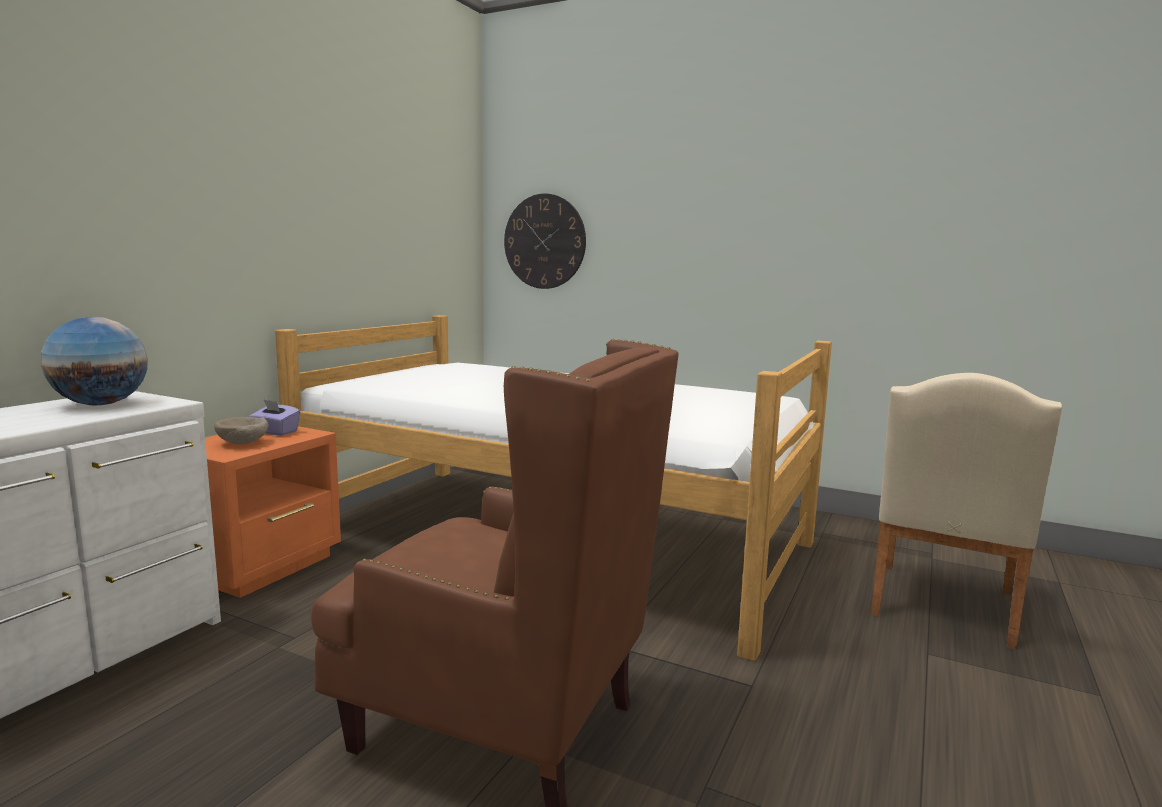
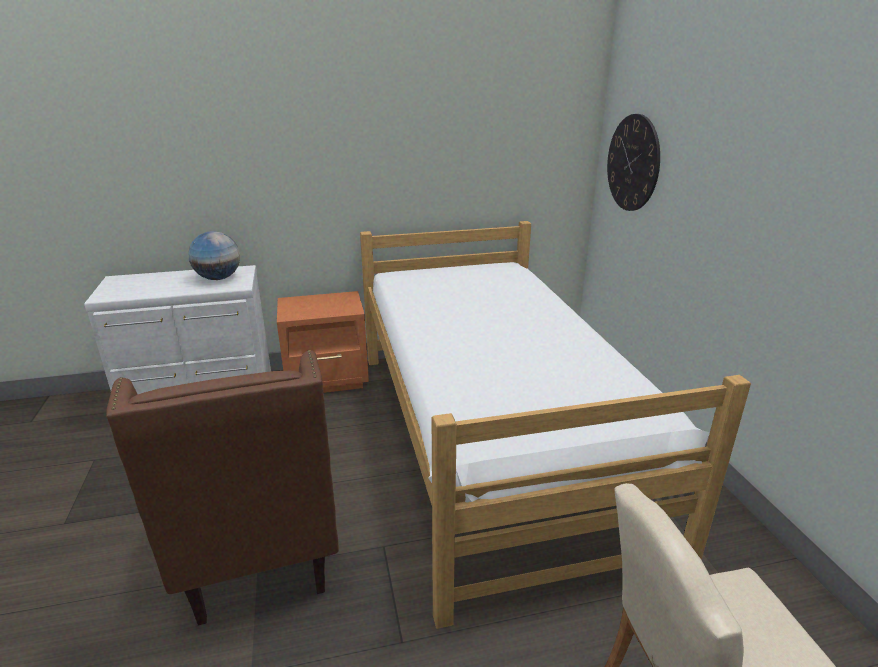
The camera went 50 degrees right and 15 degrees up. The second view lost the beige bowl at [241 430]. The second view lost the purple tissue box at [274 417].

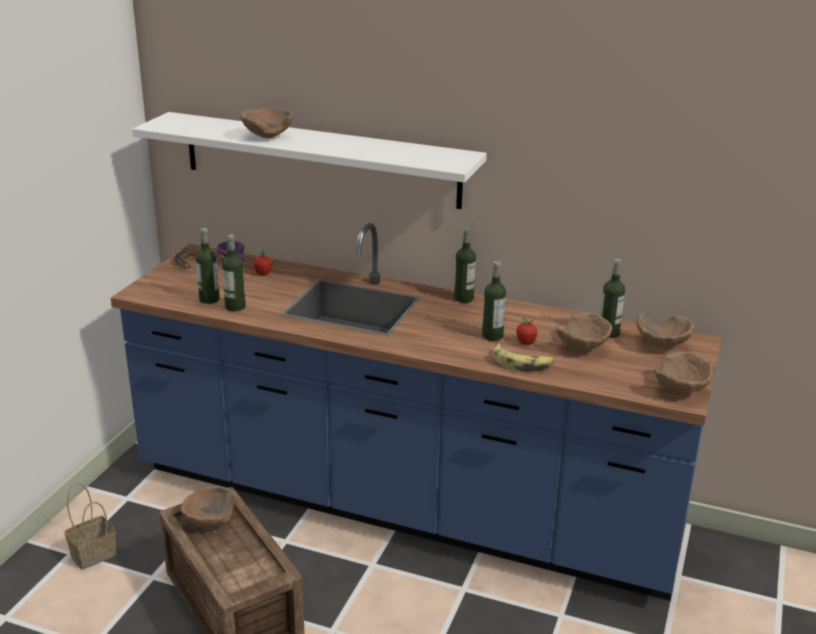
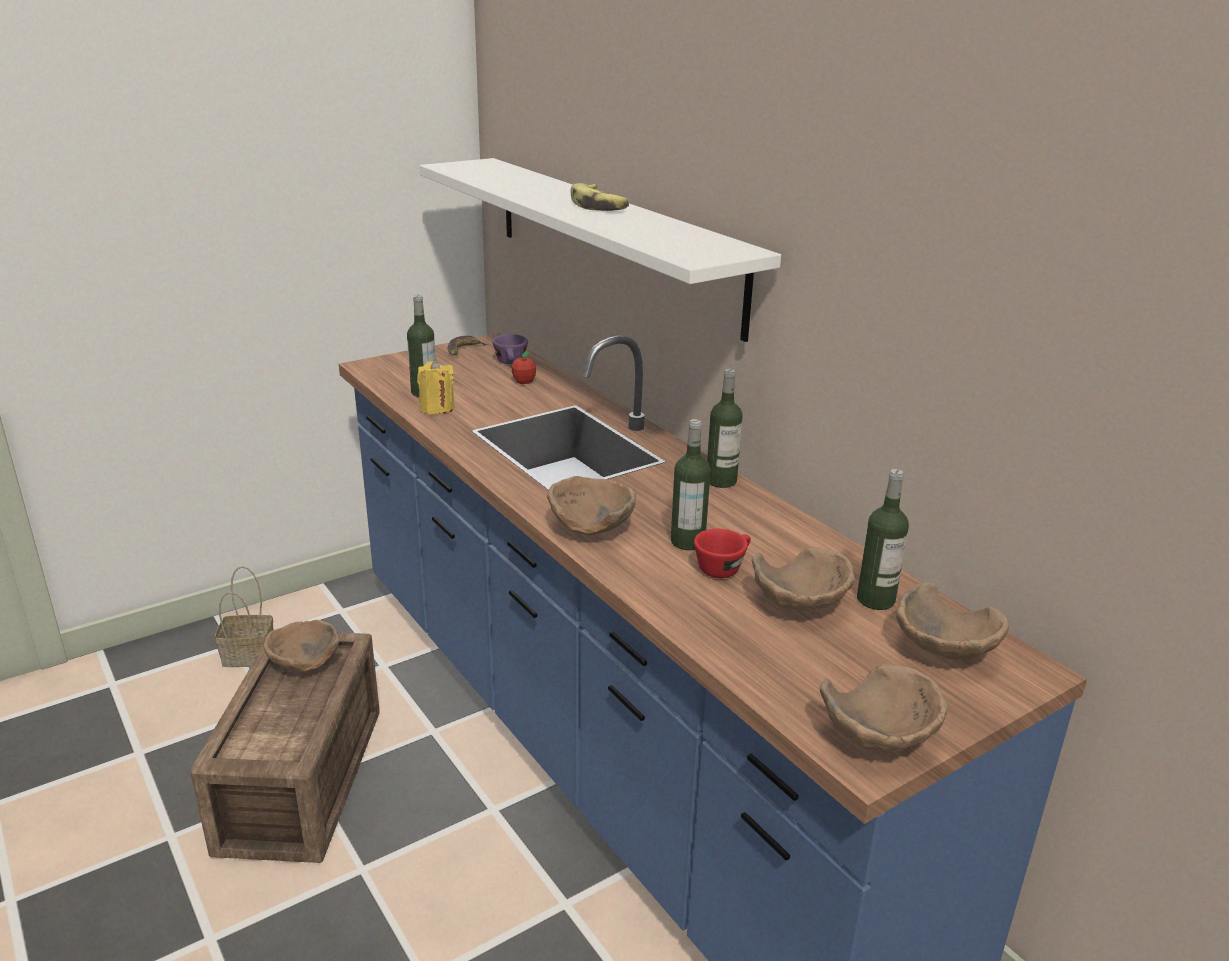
The camera went 35 degrees right and 0 degrees up. Where the bottle stood at [234 273], the yellow candle came to stand at [435 387]. The brown bowl ended up elsewhere, having gone from [266 123] to [591 505]. The banana ended up elsewhere, having gone from [523 357] to [600 197]. Where the apple stood at [527 331], the red cup came to stand at [722 553].

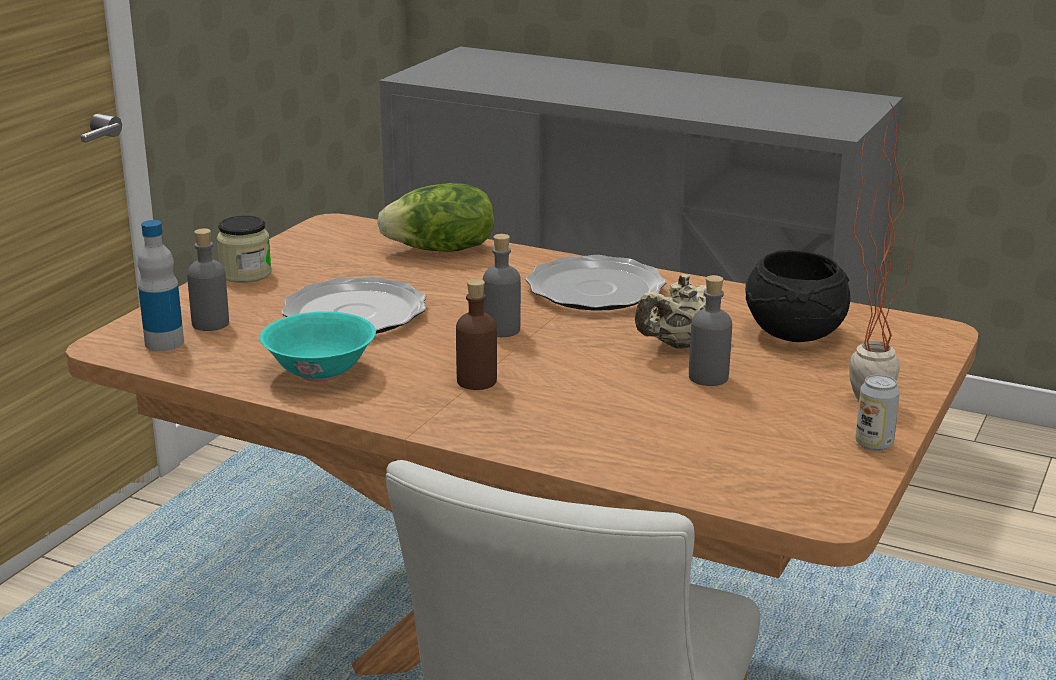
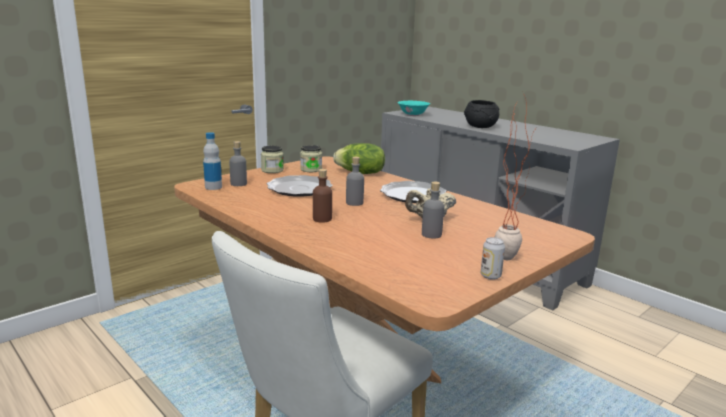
The camera went 20 degrees right and 5 degrees down. The second view gained the jar at [311 158]. The turquoise bowl ended up elsewhere, having gone from [318 346] to [413 108]. The black bowl ended up elsewhere, having gone from [797 296] to [481 114].

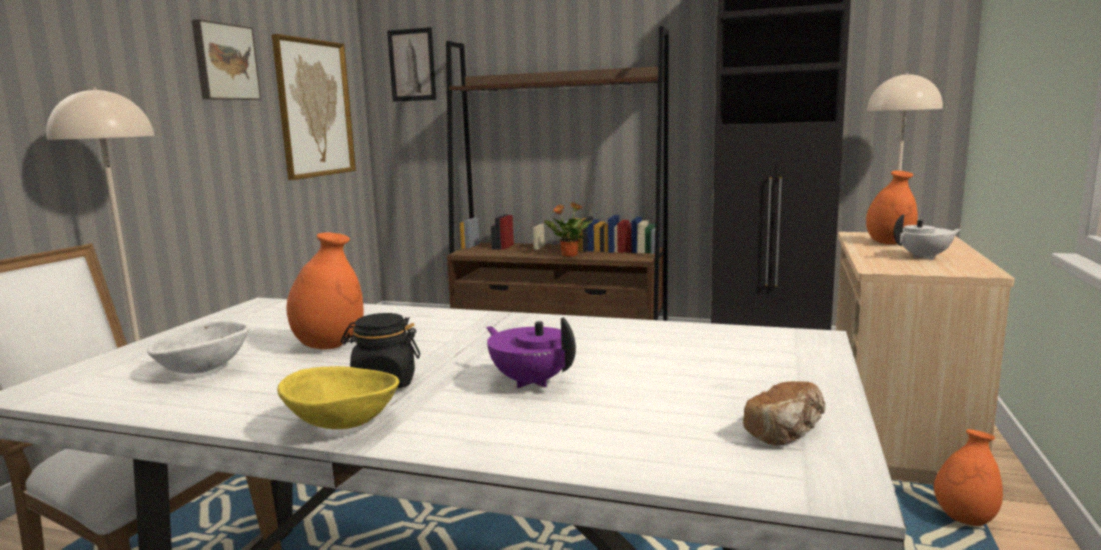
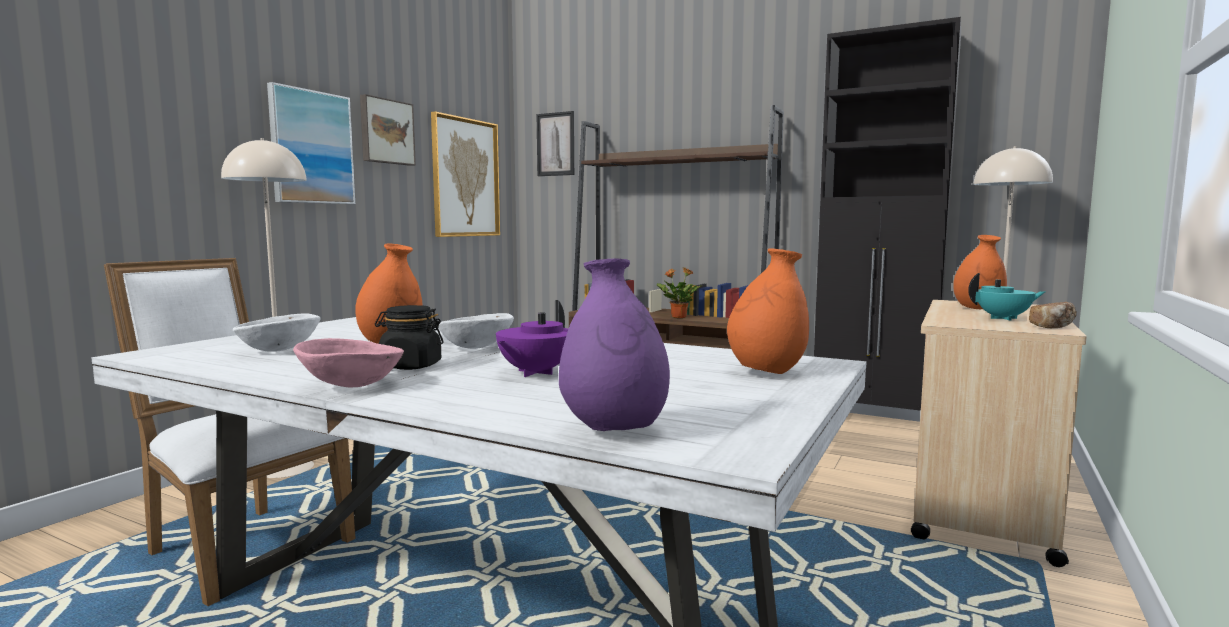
The camera went 10 degrees right and 5 degrees down. The second view gained the picture at [311 143]. What was the yellow bowl at [338 397] turned into the pink bowl at [348 362]. The second view gained the white bowl at [476 331]. The purple teapot at [531 352] ended up facing another way, 120 degrees counterclockwise from before. The second view gained the purple vase at [614 345]. The orange vase ended up elsewhere, having gone from [968 477] to [768 311]. What was the white teapot at [927 237] turned into the turquoise teapot at [1006 297]. The bread ended up elsewhere, having gone from [784 413] to [1053 315].

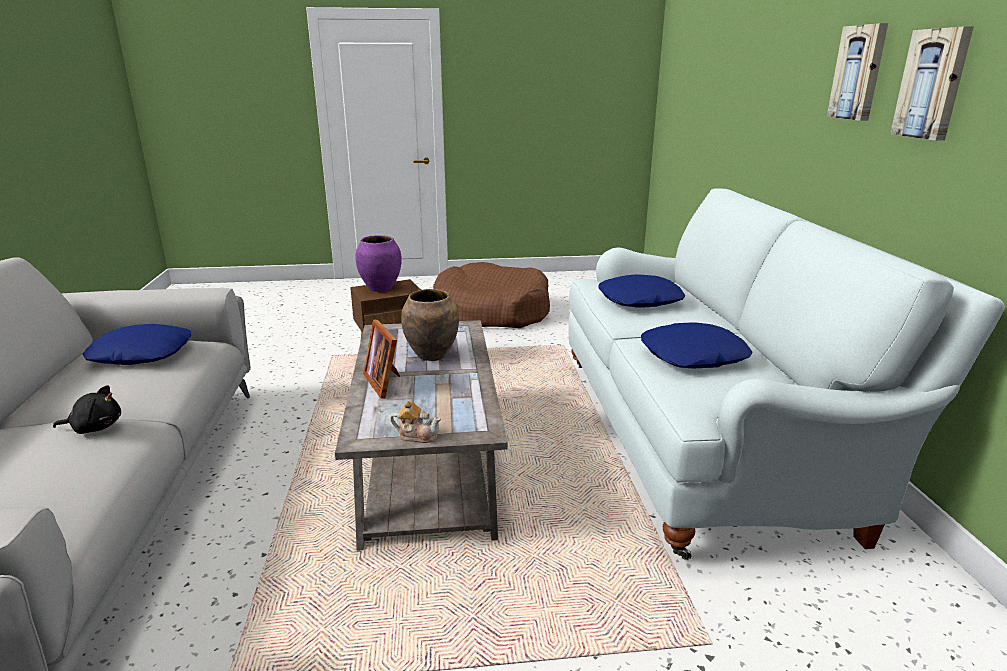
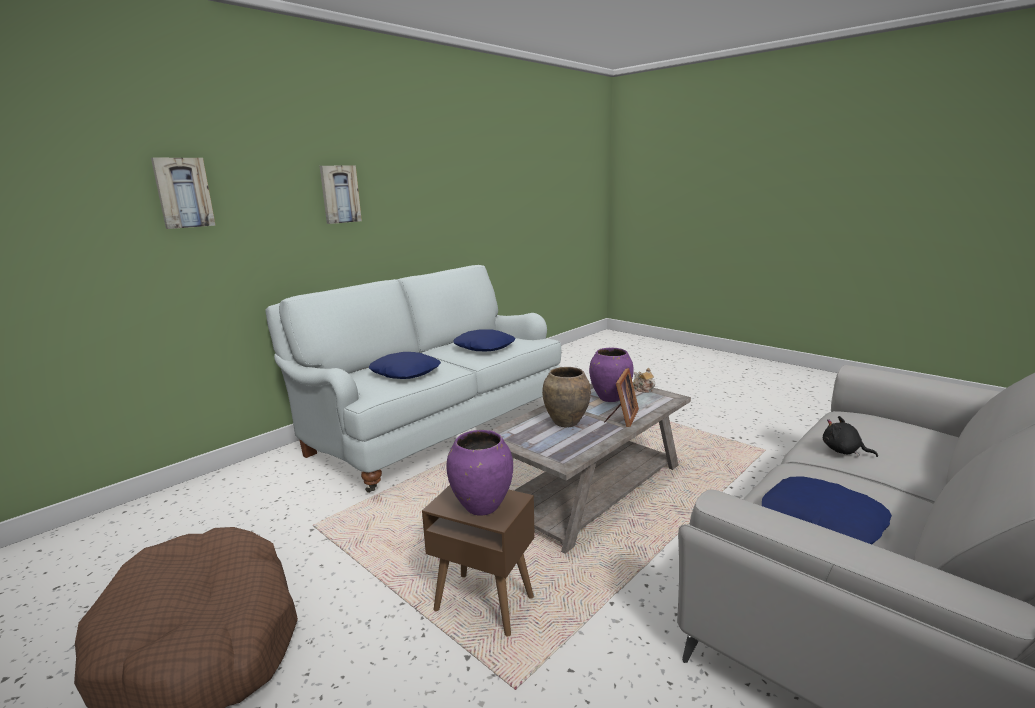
The camera went 130 degrees left and 5 degrees down. The picture ended up elsewhere, having gone from [932 83] to [183 193]. The second view gained the purple vase at [611 375].

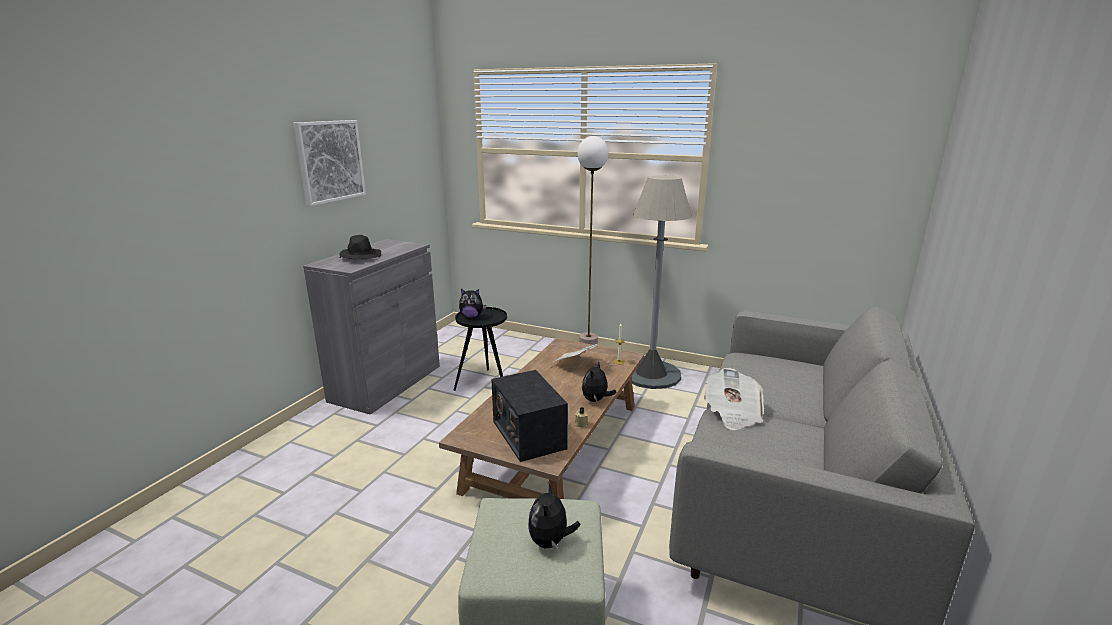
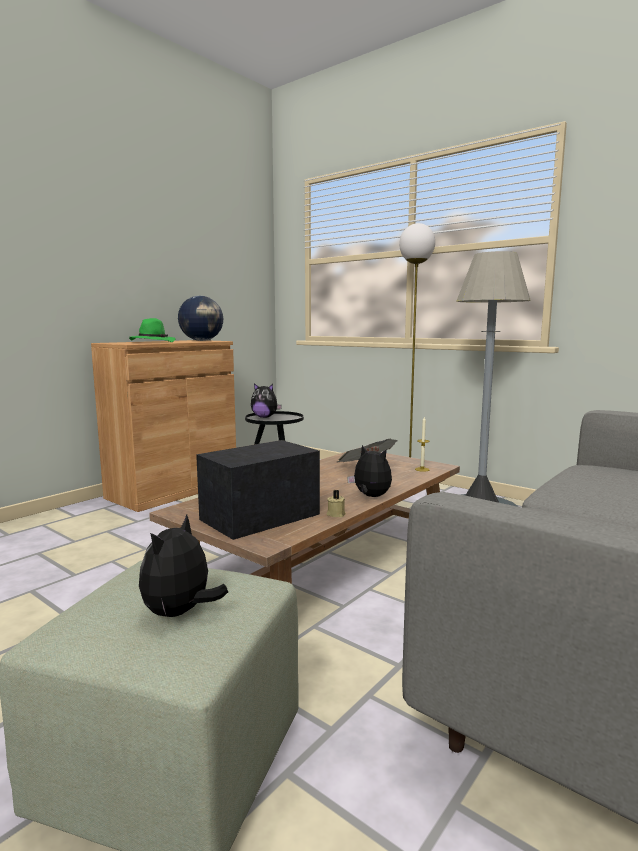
The camera went 15 degrees right and 10 degrees down. What was the grey cabinet at [371 327] turned into the brown cabinet at [163 426]. What was the black hat at [360 247] turned into the green hat at [152 330]. The second view gained the globe at [200 318]. The radio at [529 416] ended up facing another way, 60 degrees clockwise from before. The plush toy at [599 381] ended up facing another way, 90 degrees clockwise from before. The second view lost the picture at [329 163]. The second view lost the newspaper at [734 399].

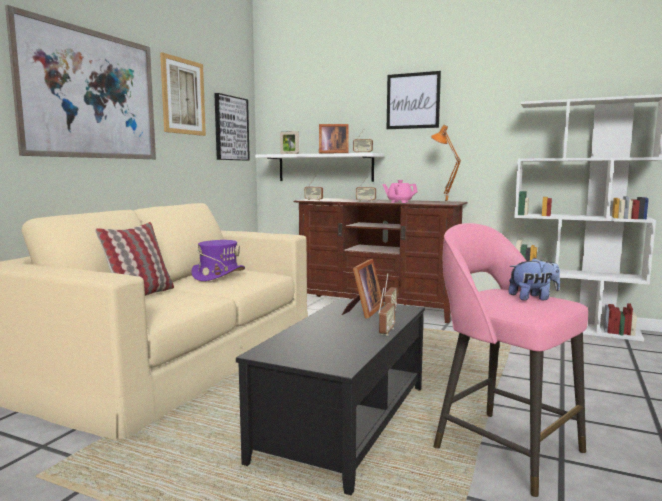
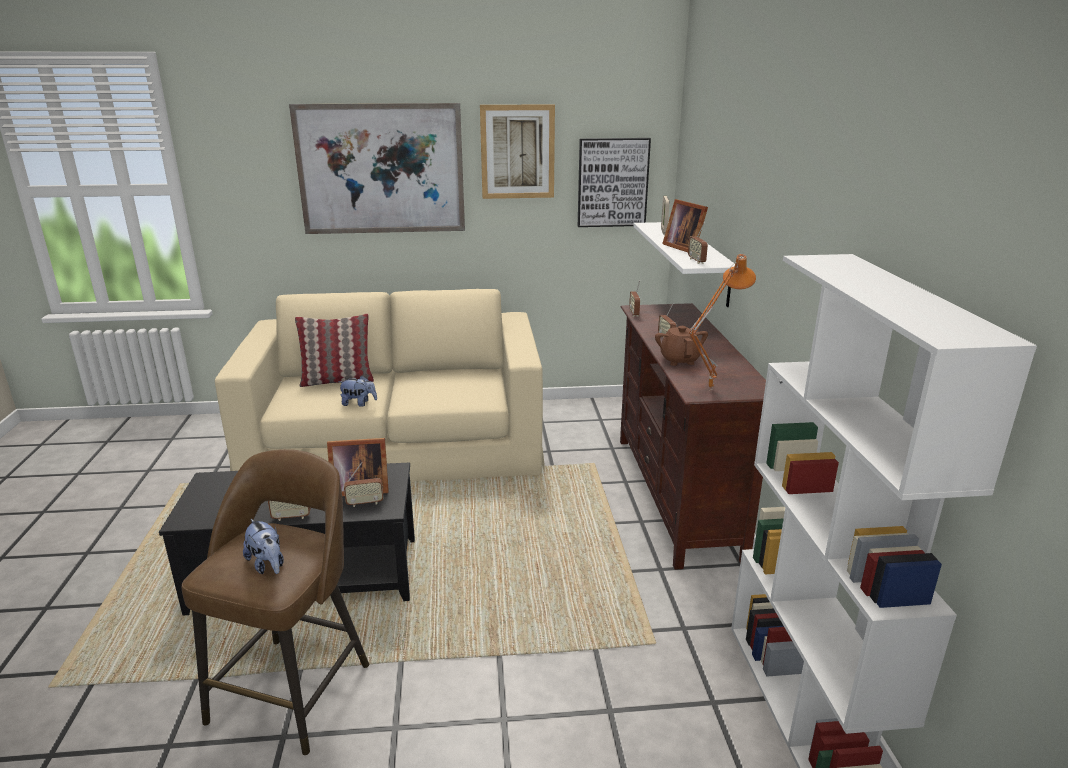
The camera went 60 degrees right and 15 degrees up. What was the pink stool at [510 360] turned into the brown stool at [275 602]. The second view gained the plush toy at [357 391]. What was the pink teapot at [400 191] turned into the brown teapot at [681 345]. The second view lost the purple hat at [218 260]. The second view lost the picture at [414 100].

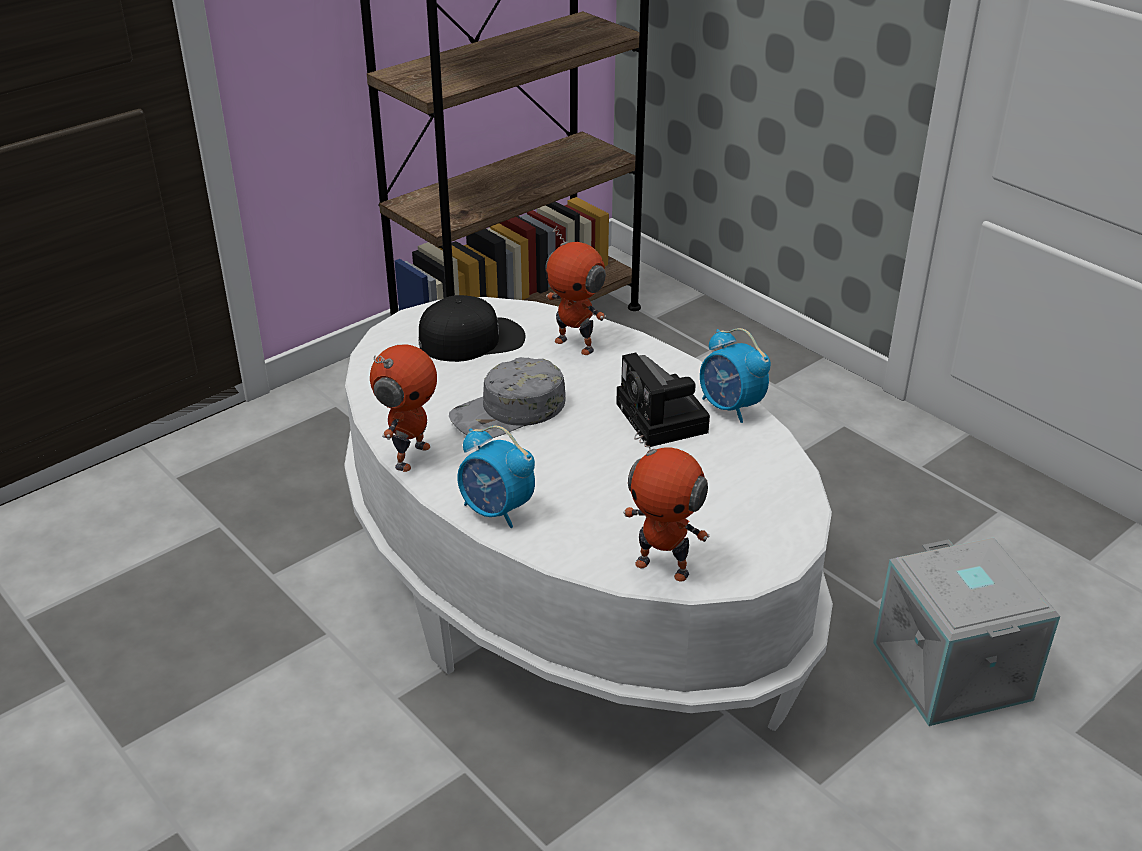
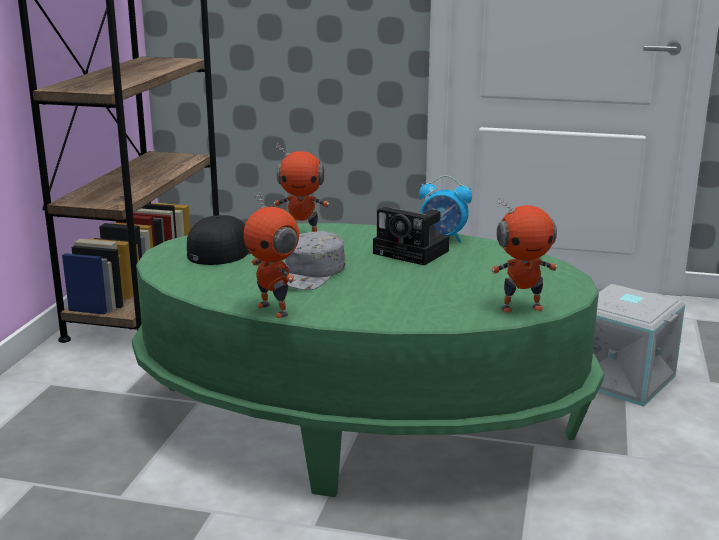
The camera went 35 degrees left and 15 degrees down. What was the white coffee table at [588 514] turned into the green coffee table at [368 360]. The toy robot at [403 408] ended up facing another way, 150 degrees clockwise from before. The second view lost the alarm clock at [496 477].

